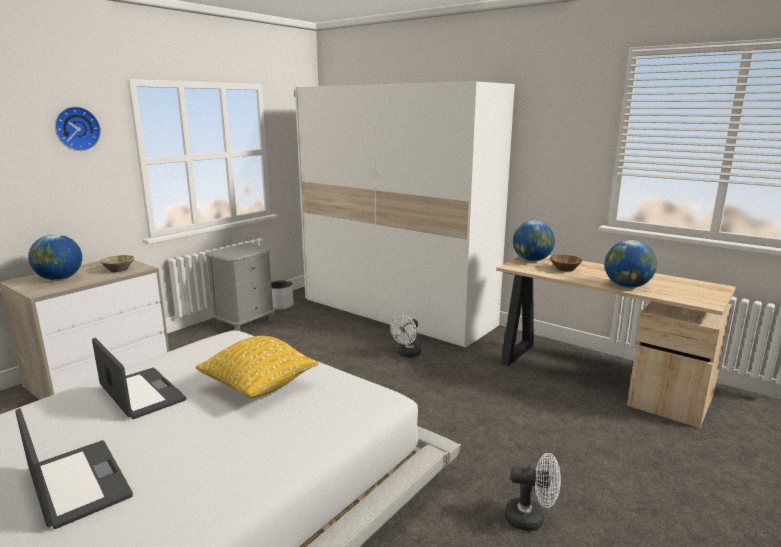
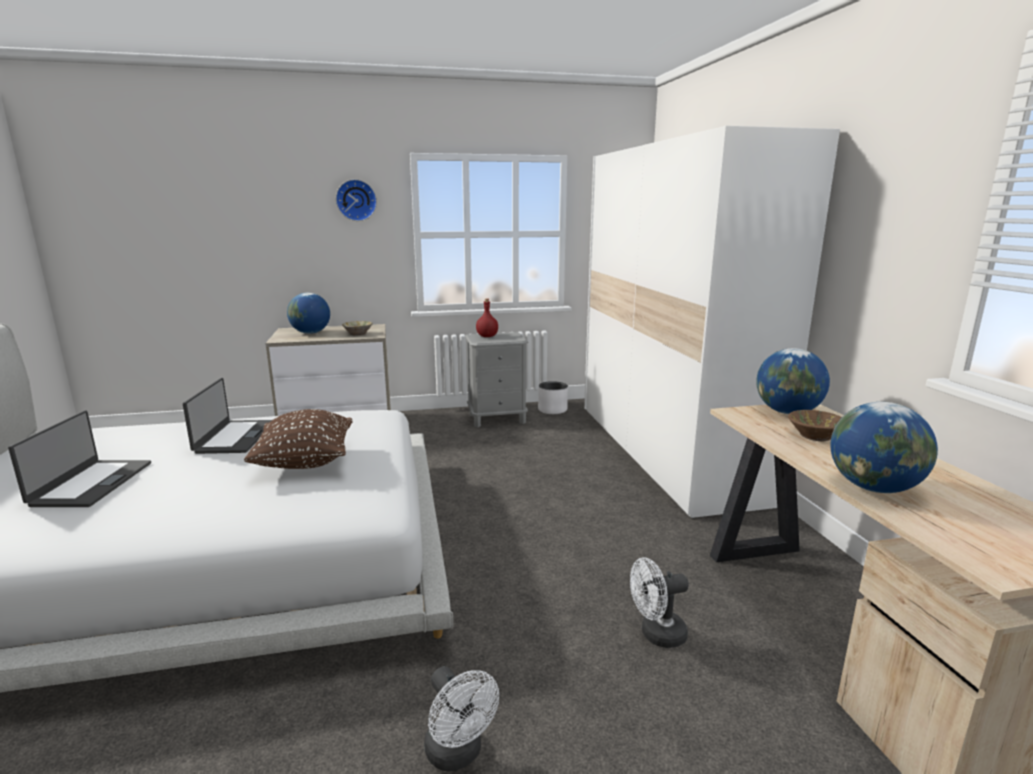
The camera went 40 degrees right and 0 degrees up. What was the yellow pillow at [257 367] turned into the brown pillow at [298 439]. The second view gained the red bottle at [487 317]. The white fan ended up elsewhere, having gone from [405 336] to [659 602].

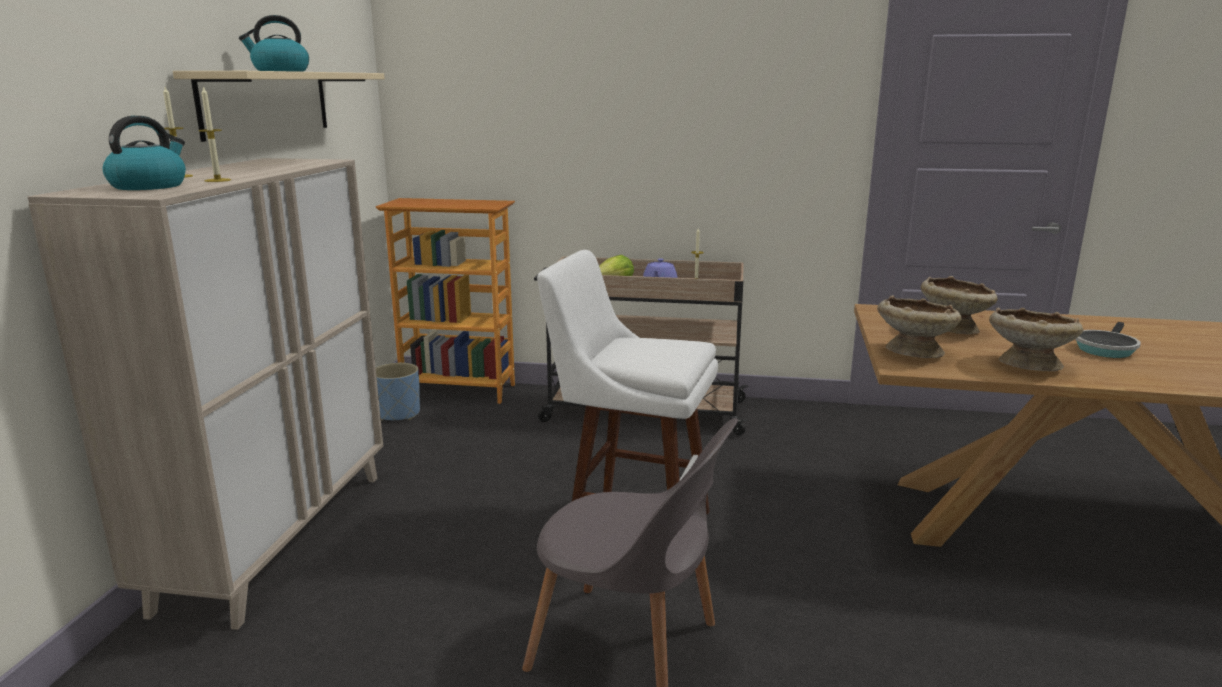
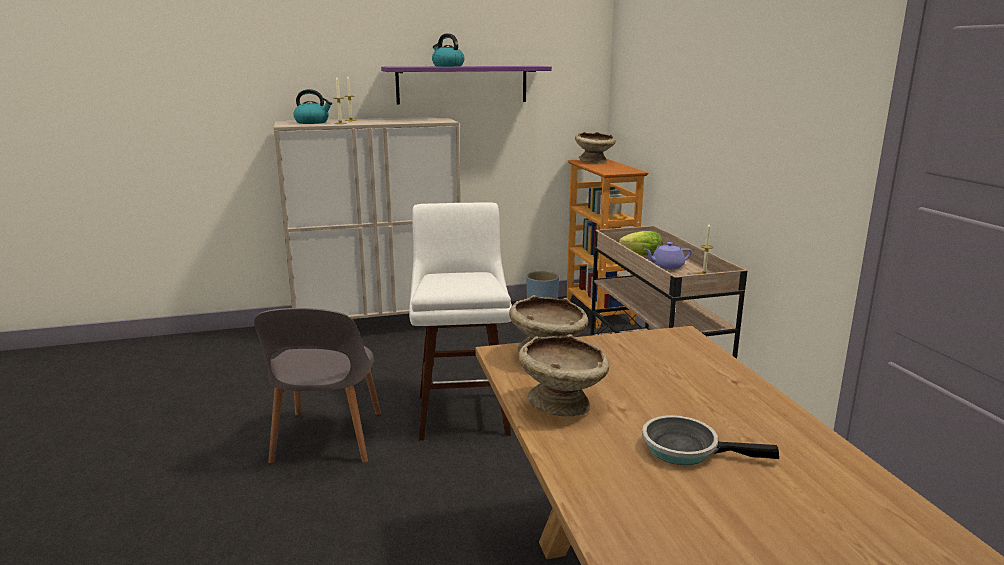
The camera went 65 degrees right and 0 degrees up. What was the beige shelf at [279 106] turned into the purple shelf at [466 85]. The beige bowl ended up elsewhere, having gone from [959 305] to [595 147].

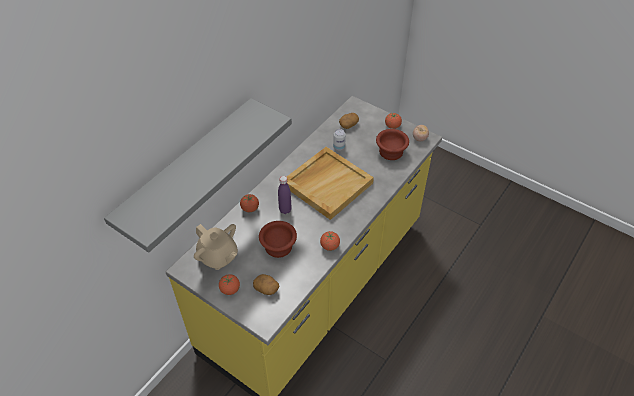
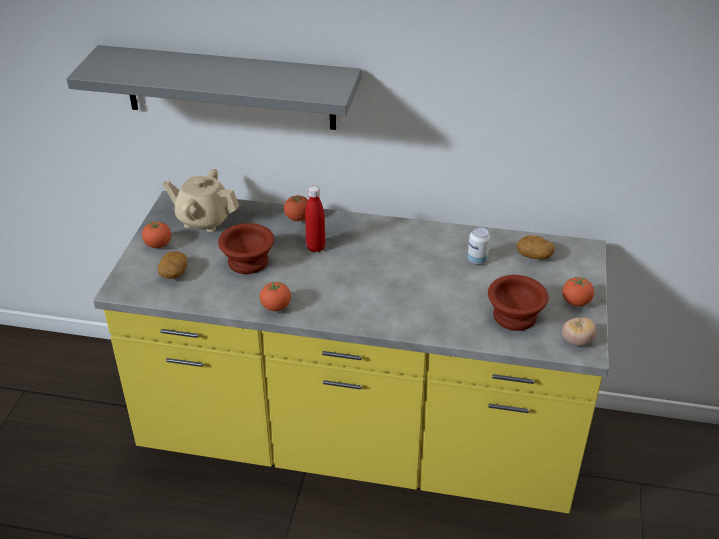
The camera went 65 degrees right and 10 degrees down. The beige teapot at [216 247] ended up facing another way, 90 degrees clockwise from before. What was the purple bottle at [285 195] turned into the red bottle at [315 219]. The second view lost the beige tray at [330 183].

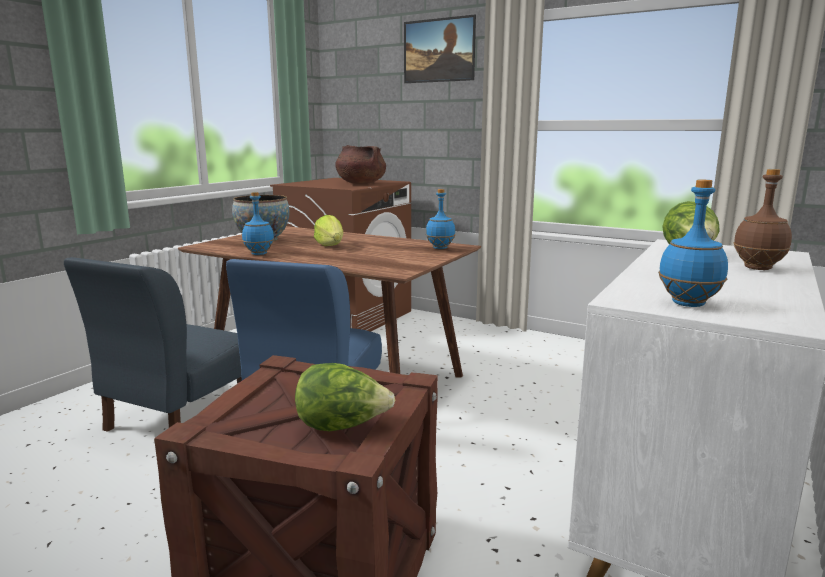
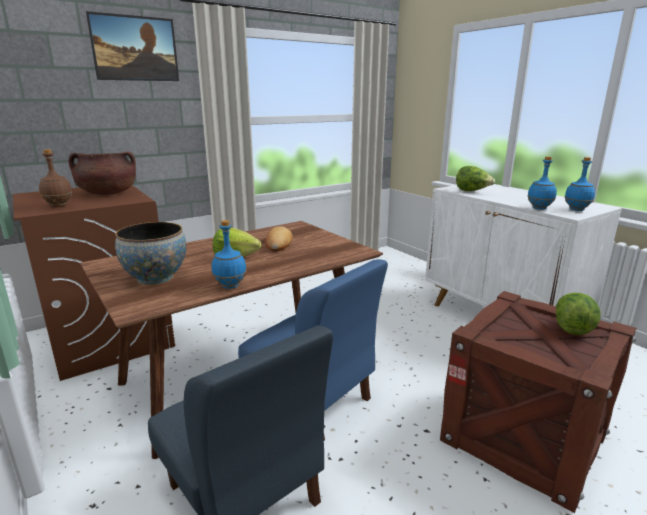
The camera went 65 degrees left and 5 degrees up. The brown bottle ended up elsewhere, having gone from [762 219] to [55 178]. The second view gained the bread at [279 238]. The blue bottle ended up elsewhere, having gone from [440 219] to [542 183].

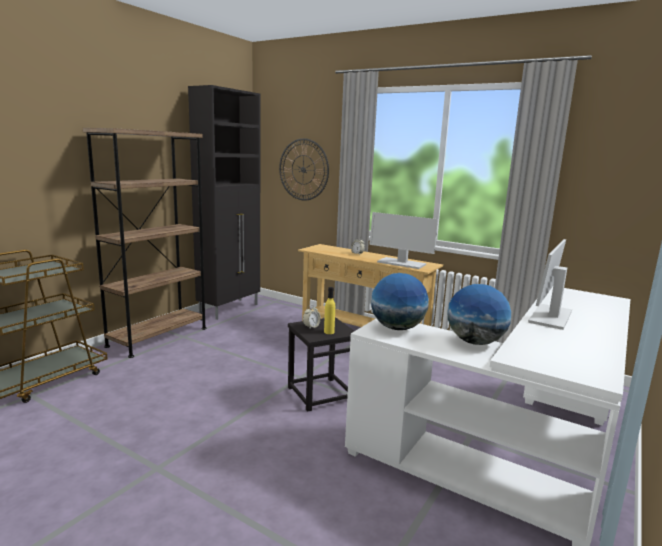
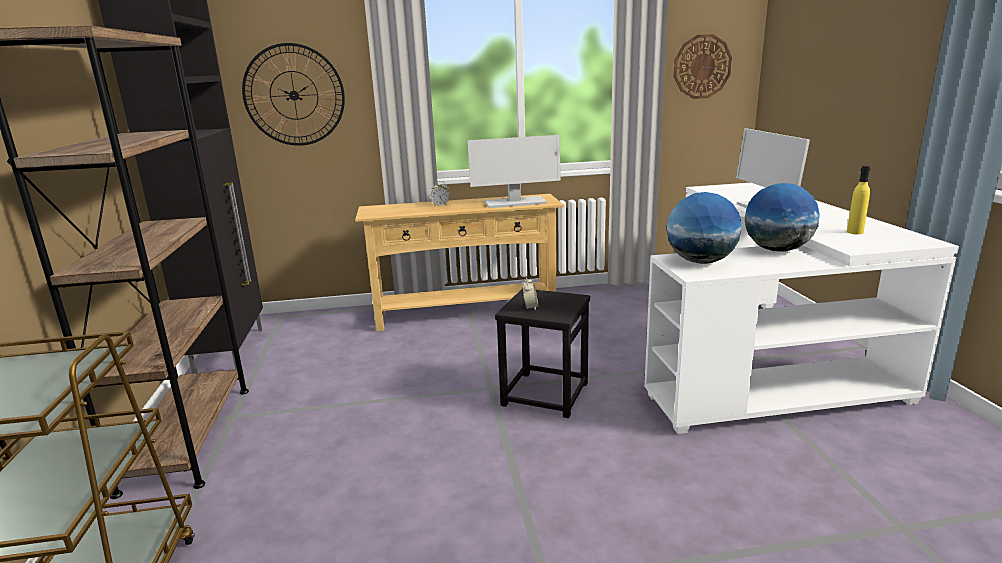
The camera went 40 degrees left and 5 degrees up. The second view gained the wall clock at [703 66]. The yellow bottle ended up elsewhere, having gone from [329 310] to [858 200].

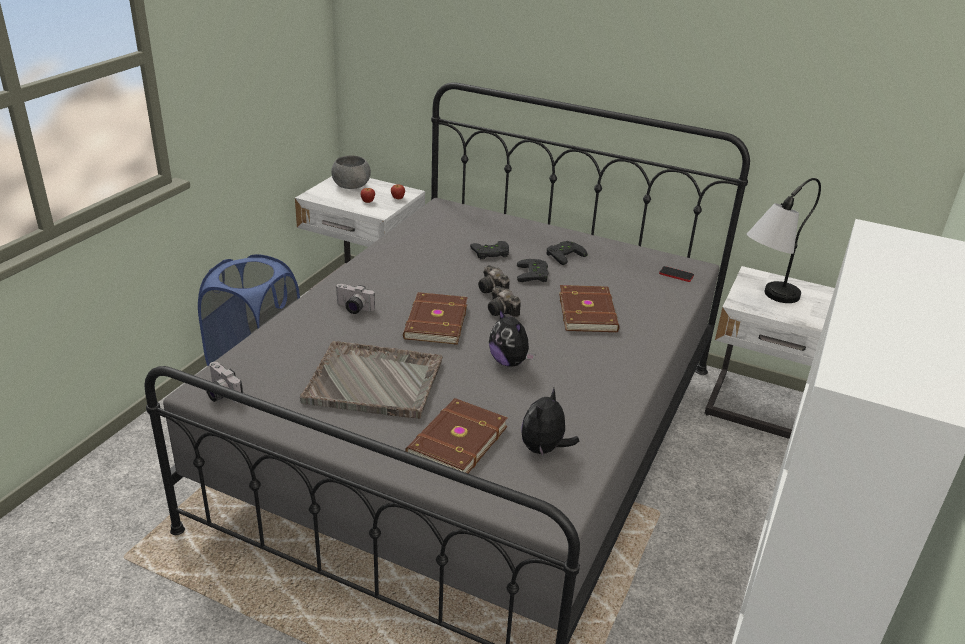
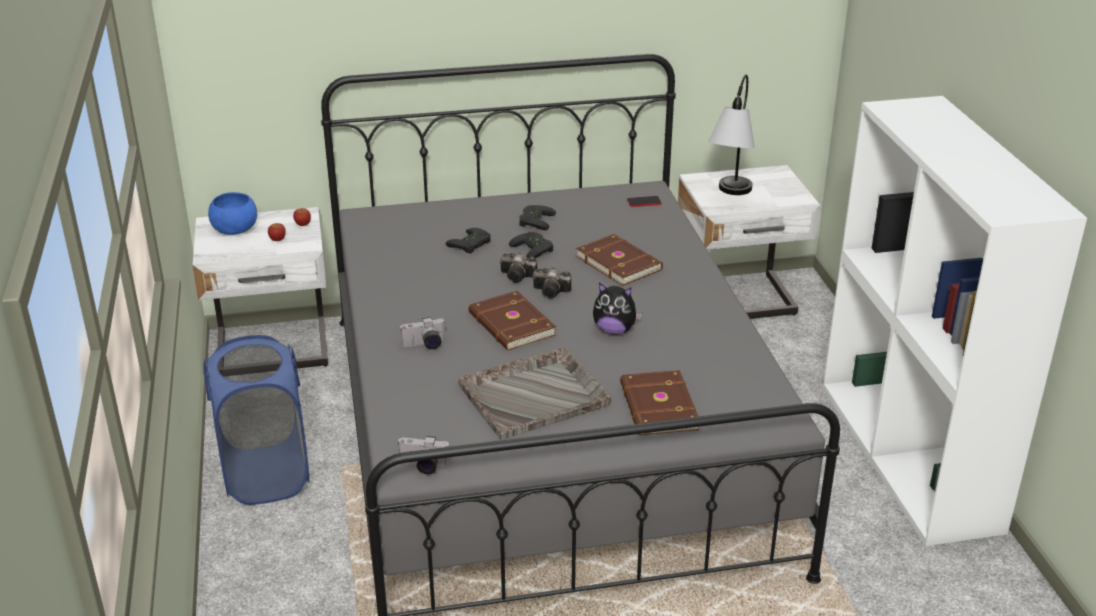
The camera went 35 degrees left and 0 degrees up. What was the grey bowl at [351 172] turned into the blue bowl at [232 213]. The second view lost the plush toy at [550 423].

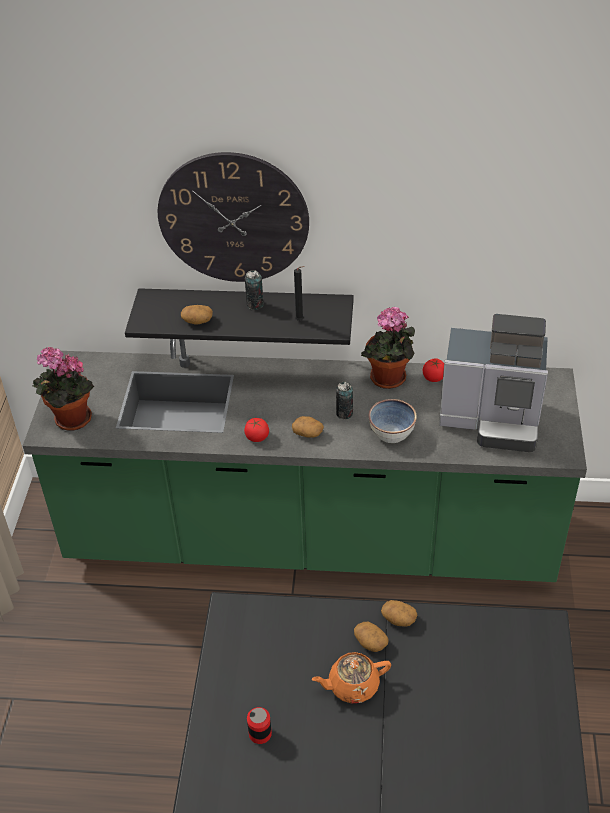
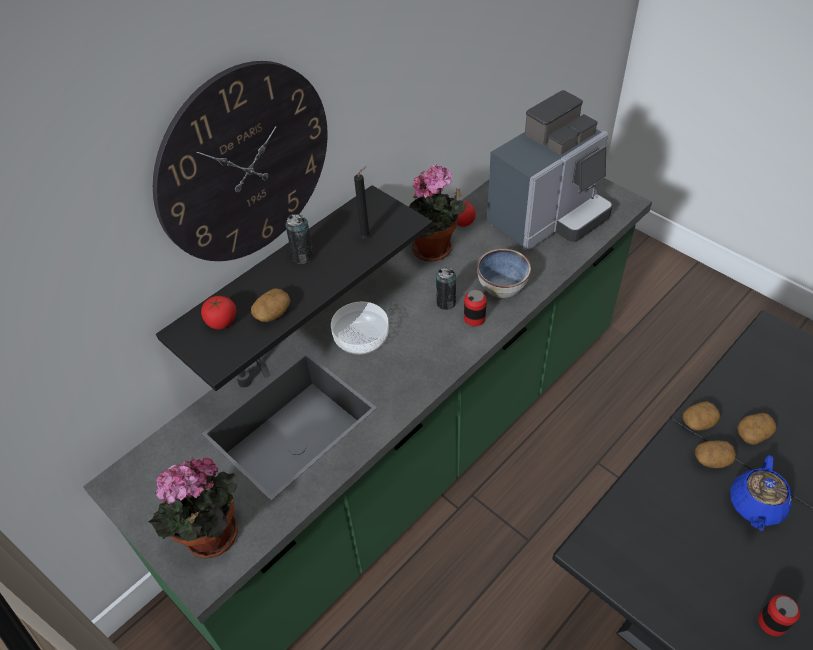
The camera went 50 degrees left and 5 degrees up. The tomato ended up elsewhere, having gone from [256 430] to [218 312]. The second view gained the bowl at [360 328]. The second view gained the can at [475 308]. What was the orange teapot at [351 677] turned into the blue teapot at [761 493]. The potato ended up elsewhere, having gone from [308 427] to [756 429].

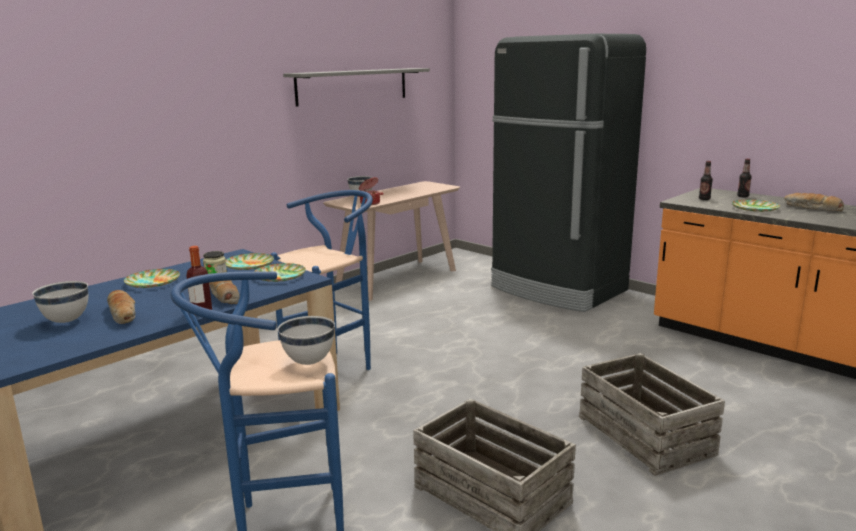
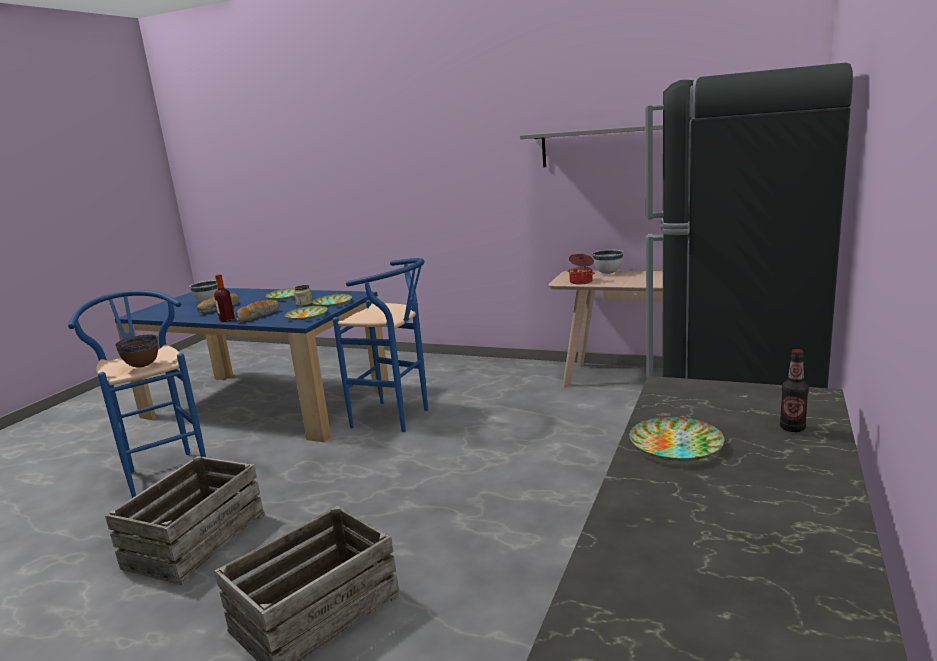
The camera went 70 degrees right and 0 degrees up. What was the white bowl at [306 340] turned into the brown bowl at [137 351]. The second view lost the bottle at [706 180]. The second view lost the bread at [814 202].

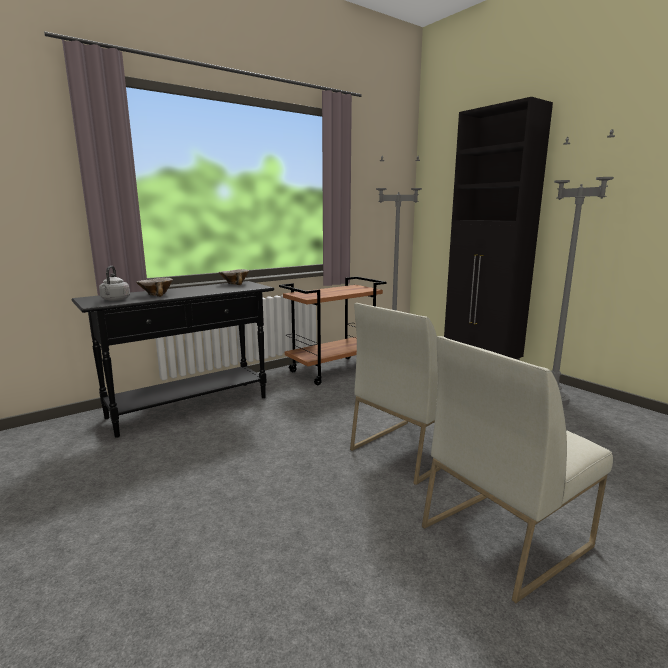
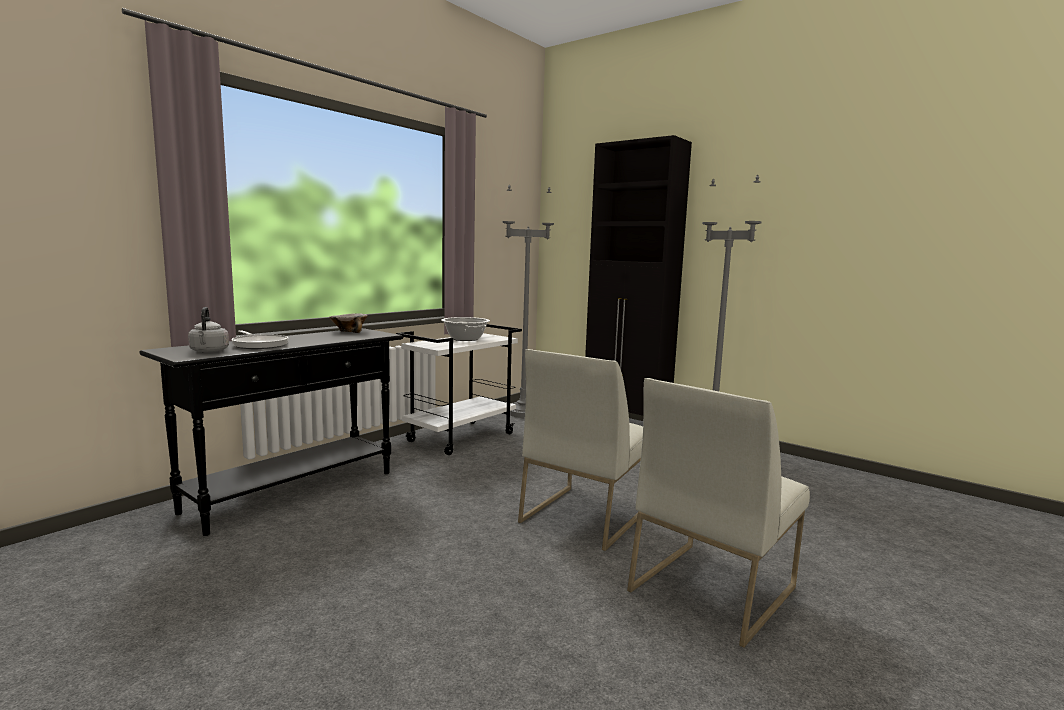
The camera went 15 degrees left and 5 degrees down. Where the bowl stood at [154 287], the frying pan came to stand at [259 339]. What was the brown cart at [332 330] turned into the white cart at [459 389]. The second view gained the cooking pot at [466 329].

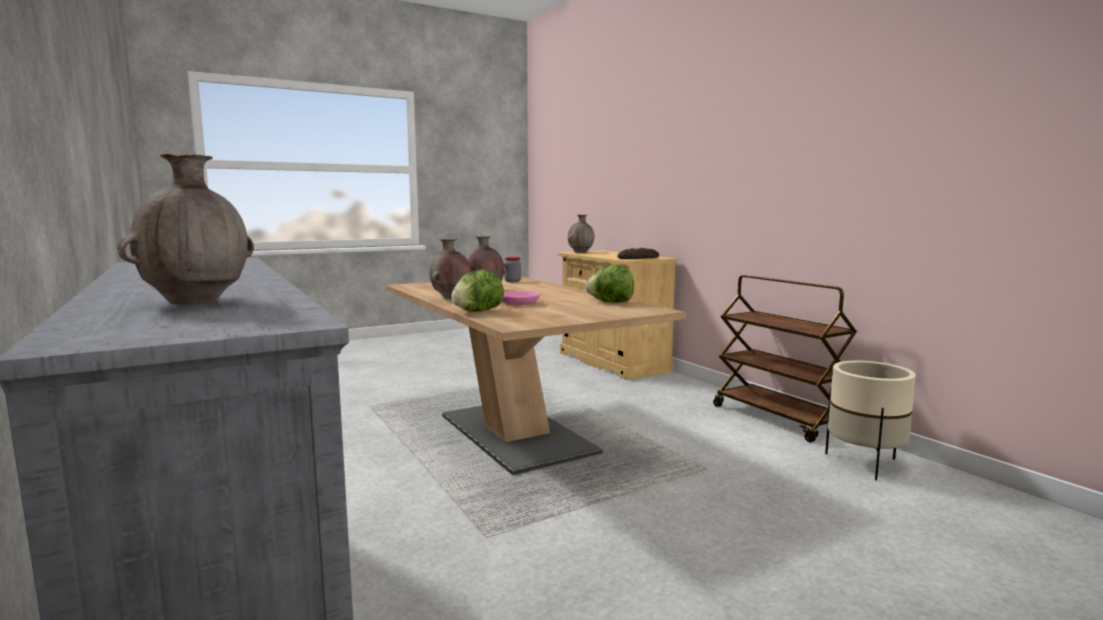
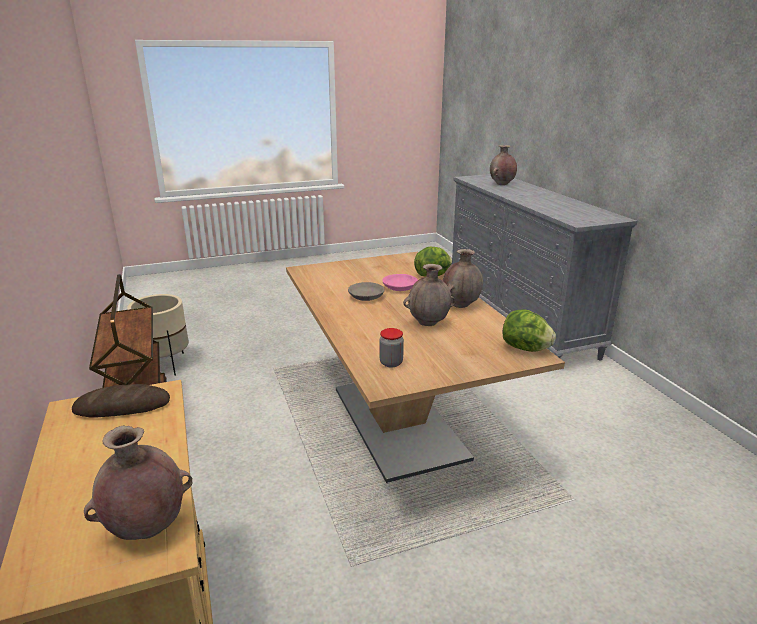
The camera went 170 degrees left and 15 degrees up. The second view gained the grey bowl at [366 291]. The lettuce ended up elsewhere, having gone from [610 283] to [529 330].

